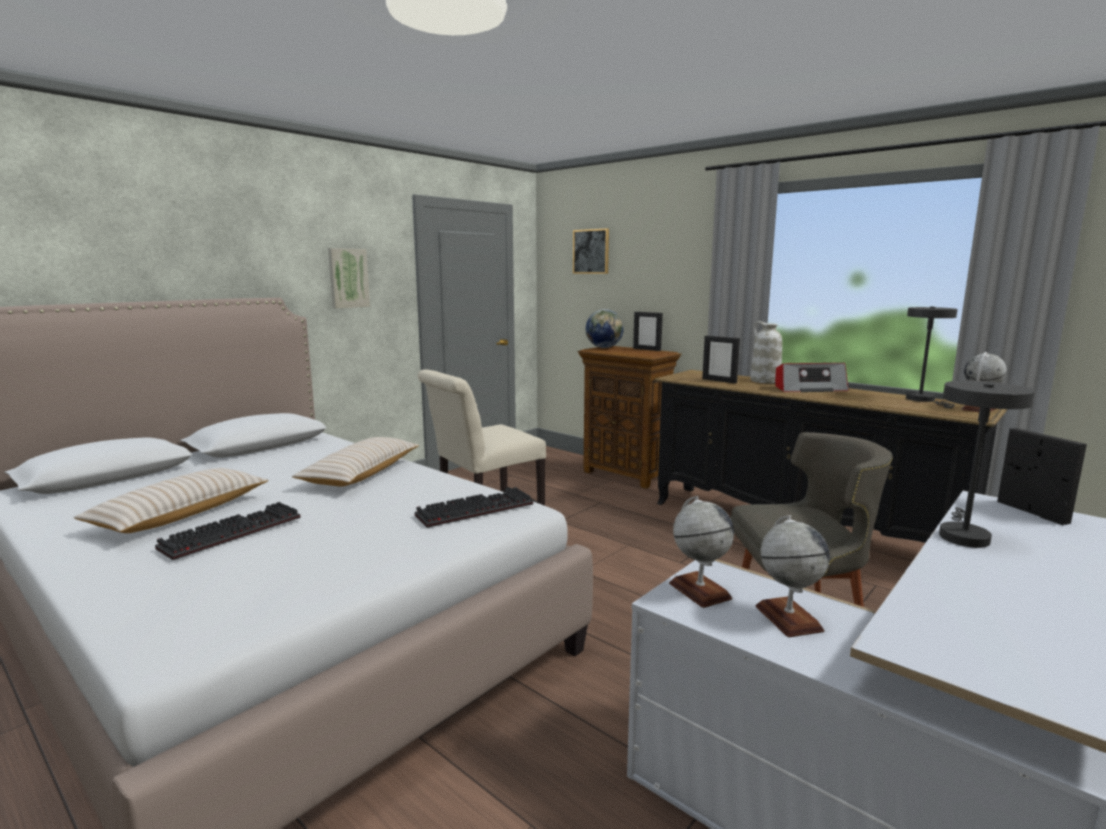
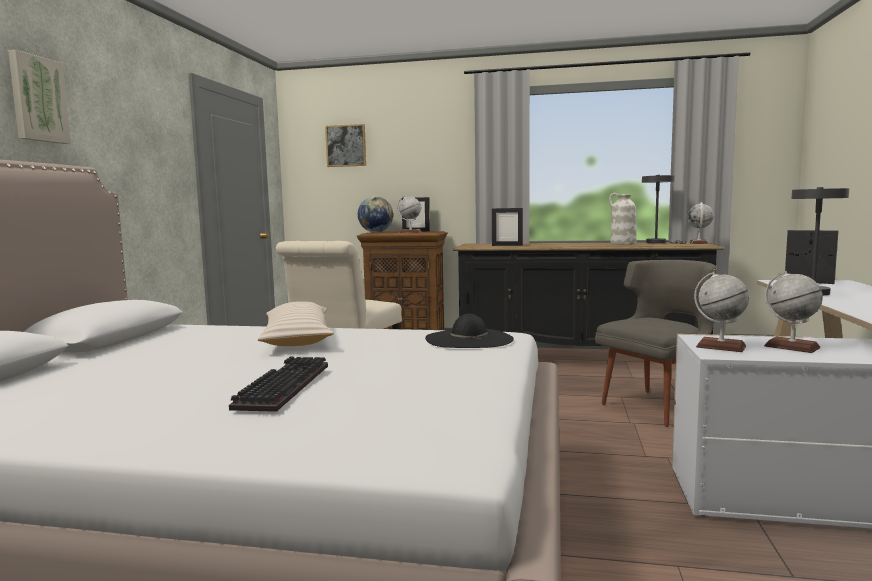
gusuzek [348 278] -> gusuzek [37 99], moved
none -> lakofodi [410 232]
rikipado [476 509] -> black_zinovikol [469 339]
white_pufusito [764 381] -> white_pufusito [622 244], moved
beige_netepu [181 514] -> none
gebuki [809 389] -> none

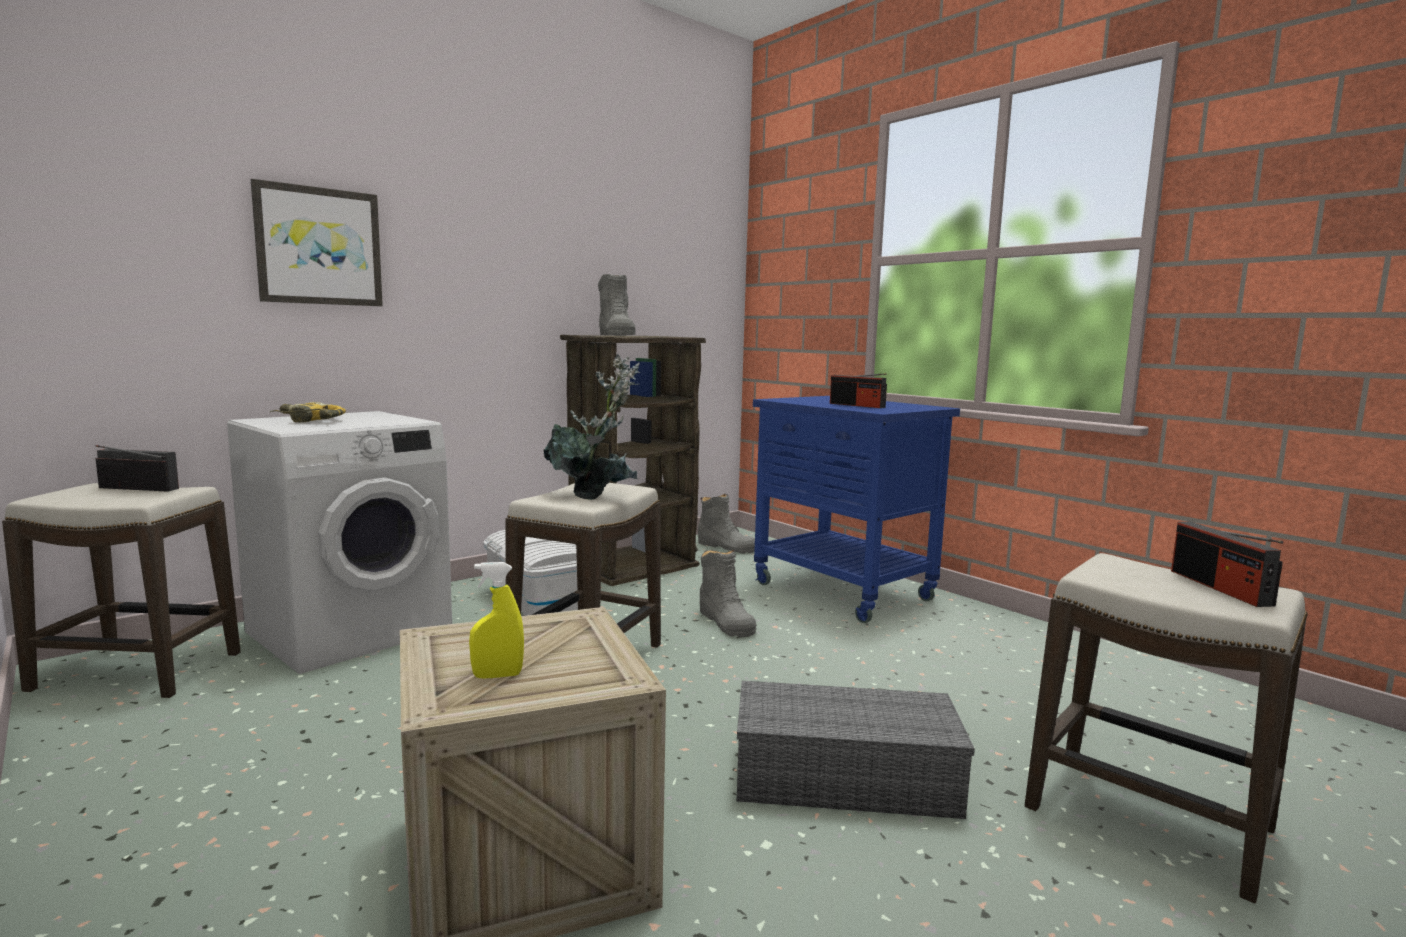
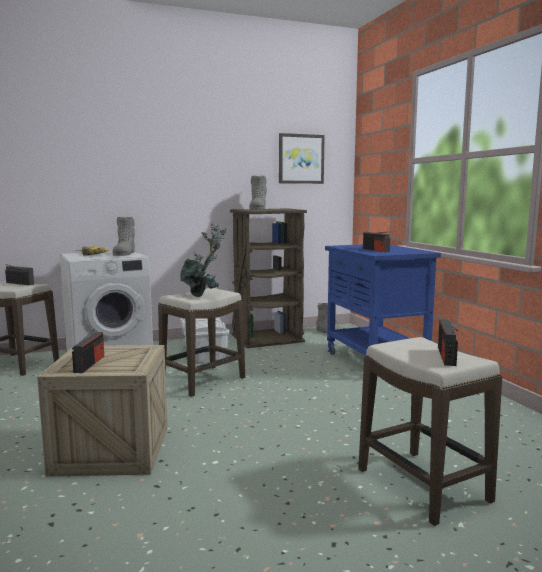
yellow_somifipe [497 675] -> gebuki [89 364]
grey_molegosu [726 622] -> grey_molegosu [124 253], moved
gusuzek [319 246] -> gusuzek [301 159], moved
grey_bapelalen [847 776] -> none

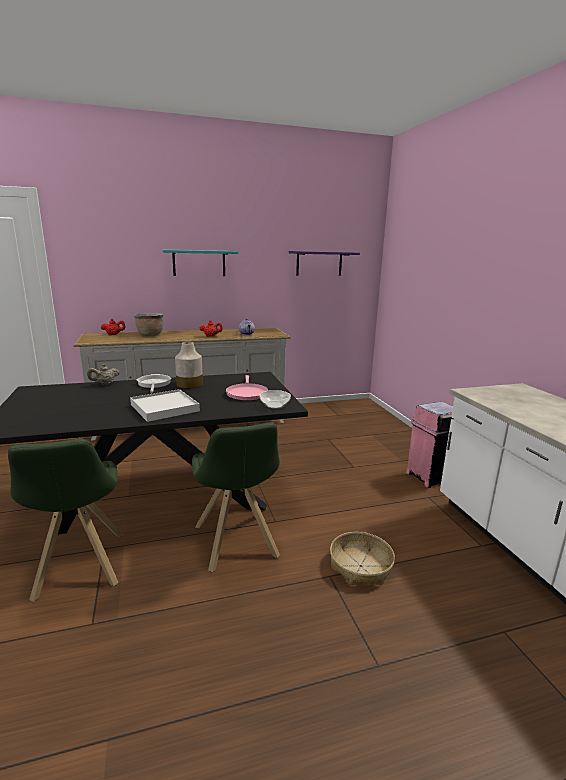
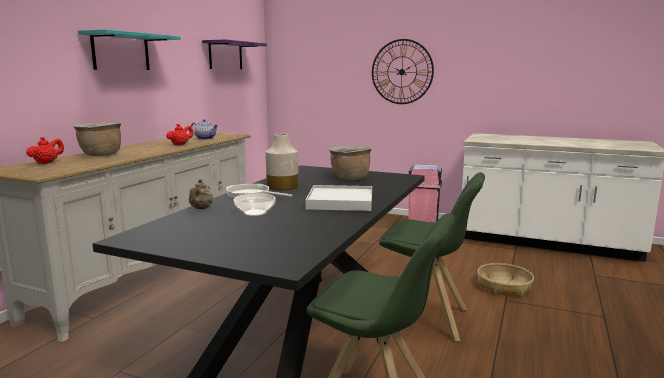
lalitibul [275 405] -> lalitibul [255 212], moved
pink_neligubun [247 393] -> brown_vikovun [350 178]
none -> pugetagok [402 72]

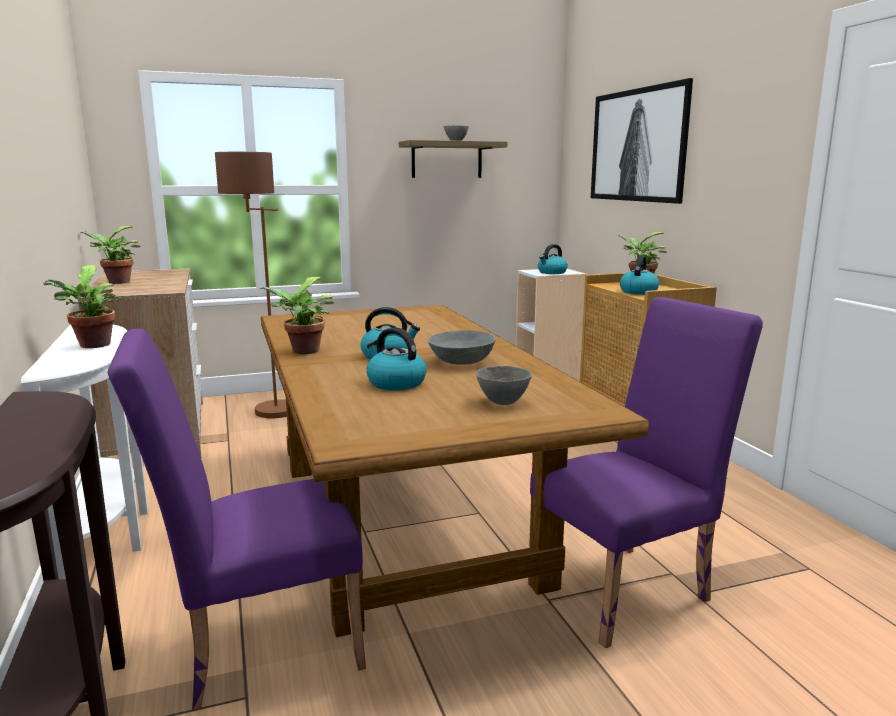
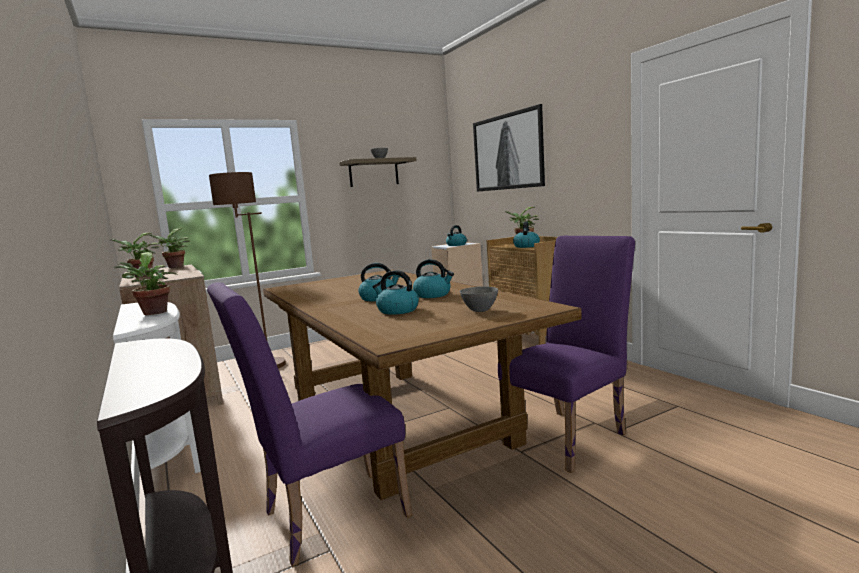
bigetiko [302 351] -> bigetiko [174 267], moved
grey_lalitibul [461 361] -> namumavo [433 295]

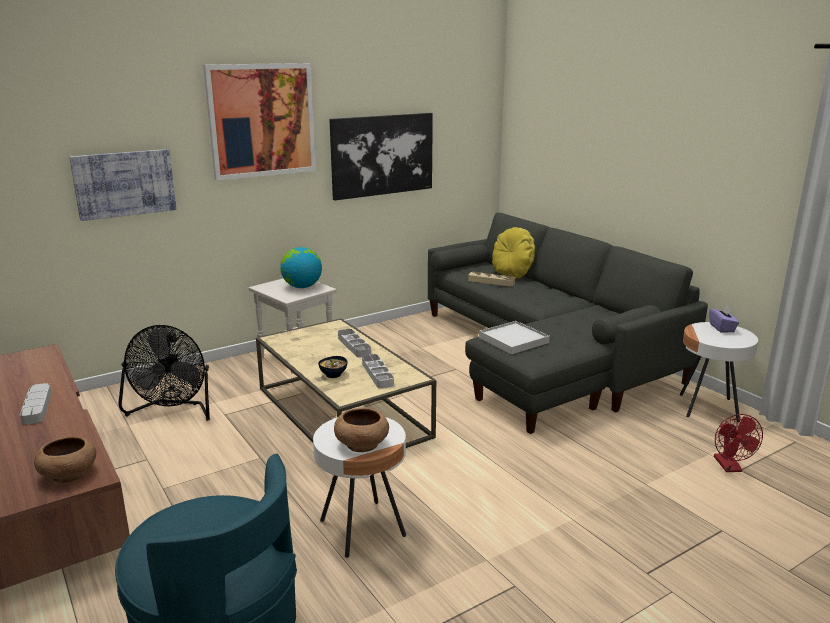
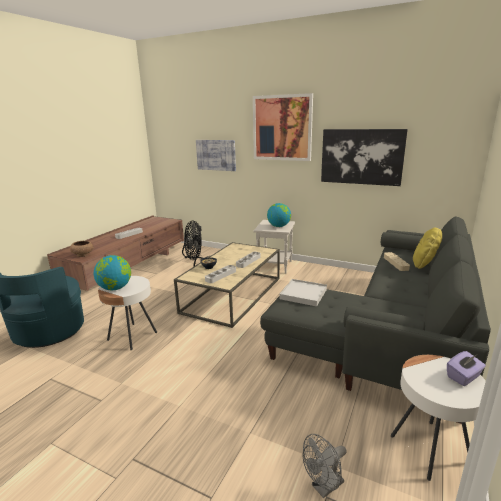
brown_lalitibul [361 444] -> lakofodi [115 288]
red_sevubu [730 467] -> grey_sevubu [324 487]

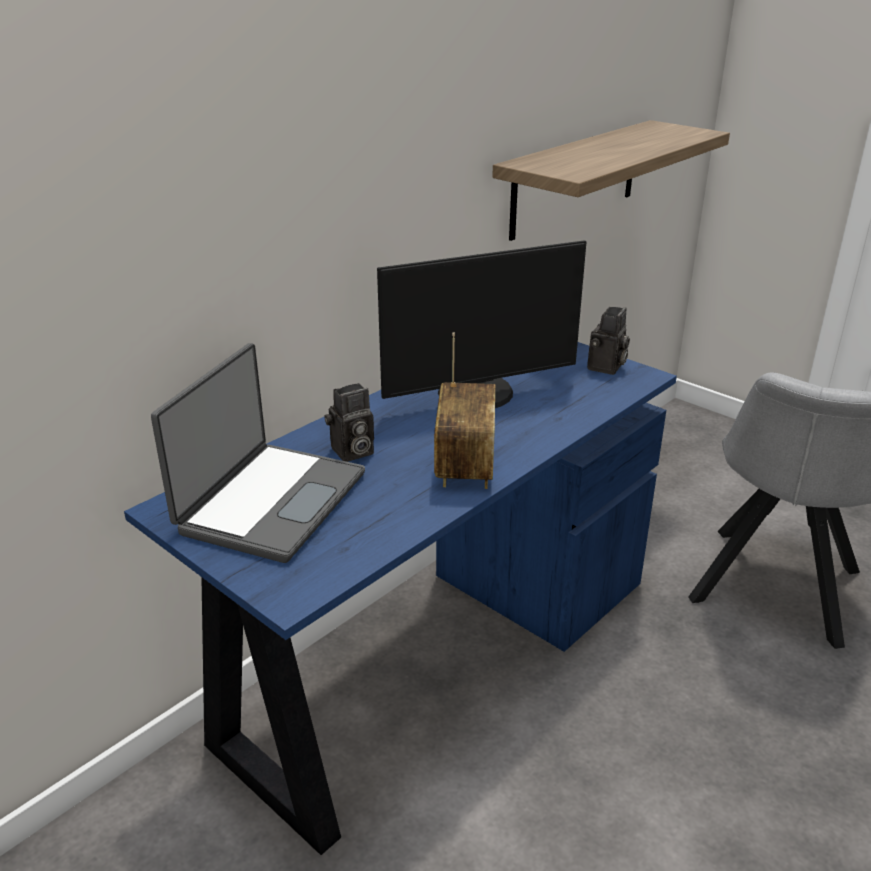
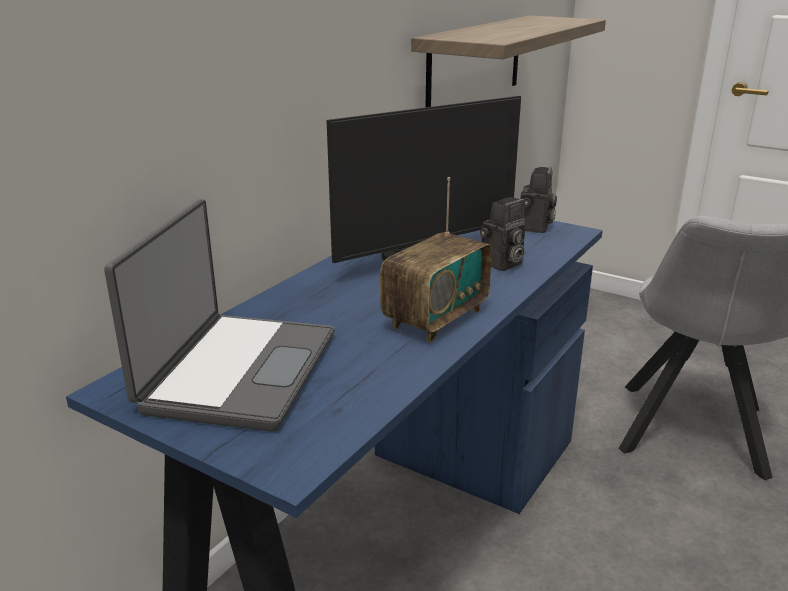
gebuki [465 465] -> gebuki [435 318], 45 degrees clockwise
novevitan [351 452] -> novevitan [501 264], moved

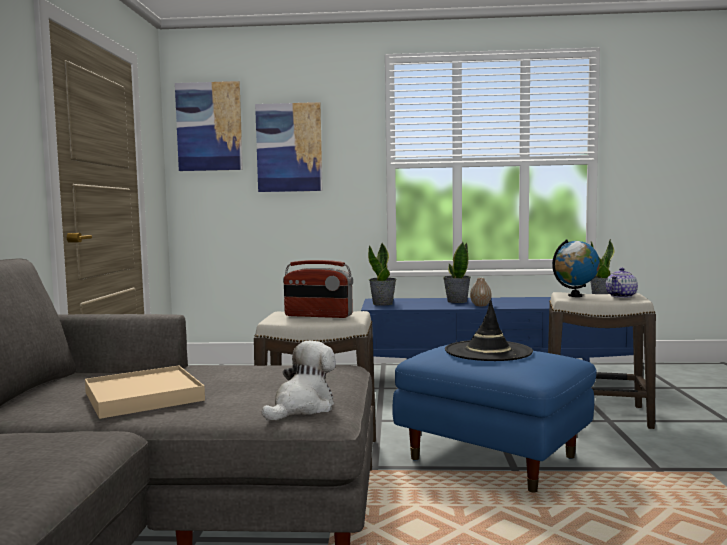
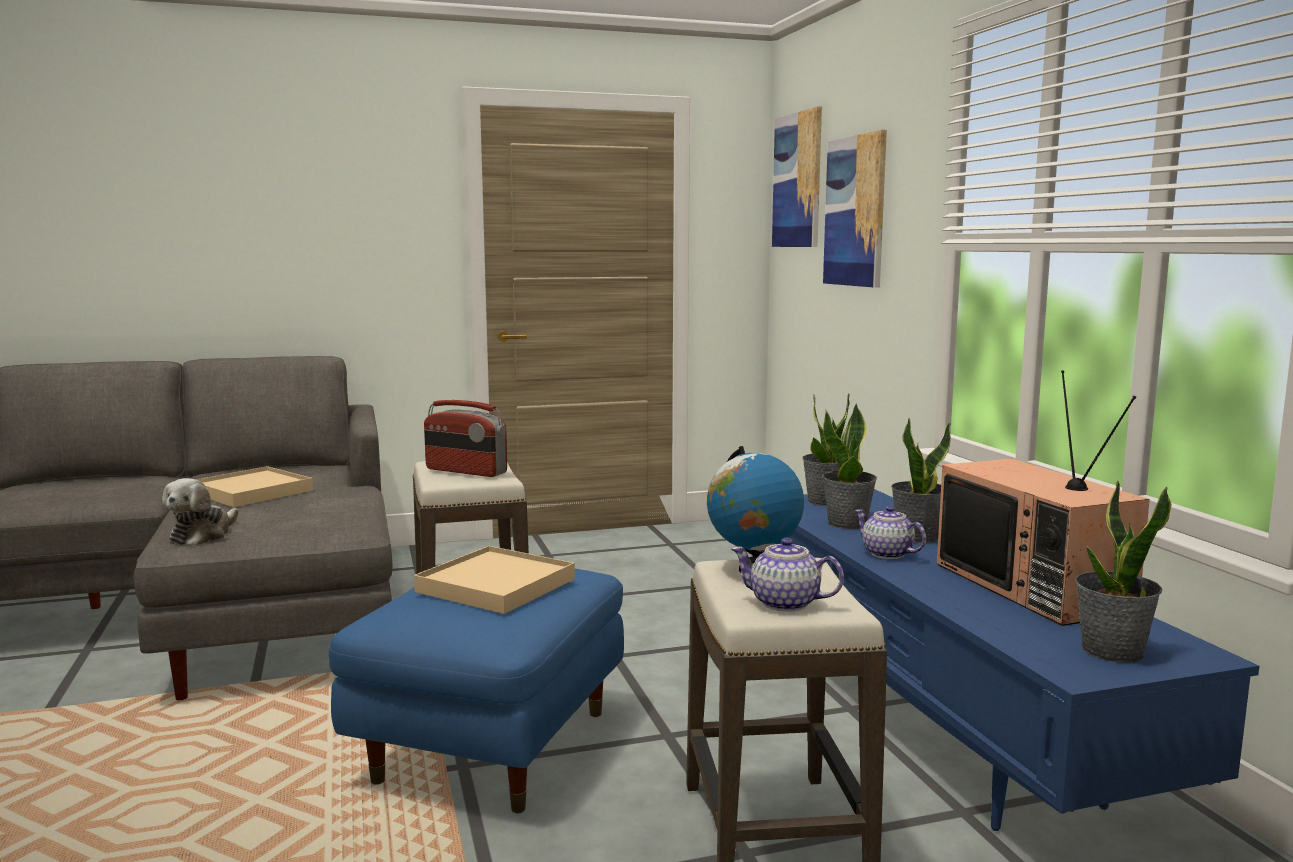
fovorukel [302 407] -> fovorukel [202 535], 90 degrees clockwise
black_zinovikol [488 351] -> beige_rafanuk [496 586]
gebuki [318 316] -> gebuki [465 471], 60 degrees counterclockwise
none -> bigetiko [848 523]
pufusito [480 305] -> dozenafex [887 554]
none -> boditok [1035 588]

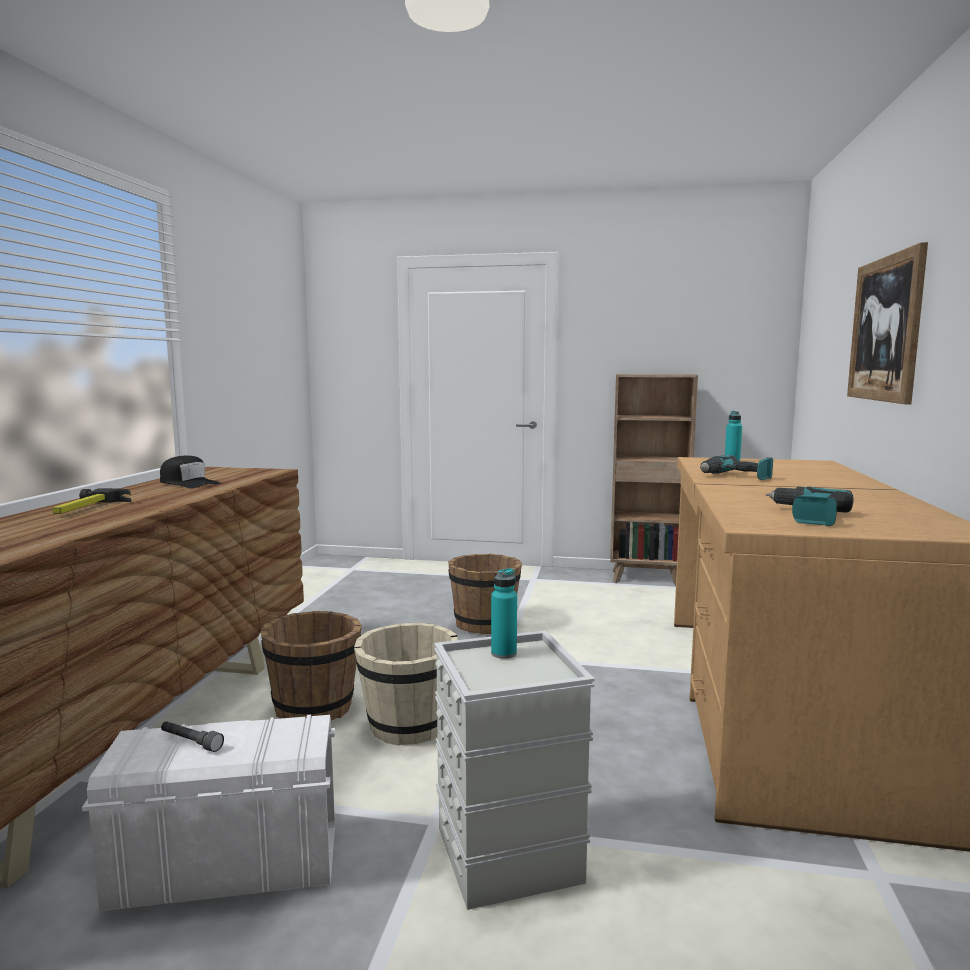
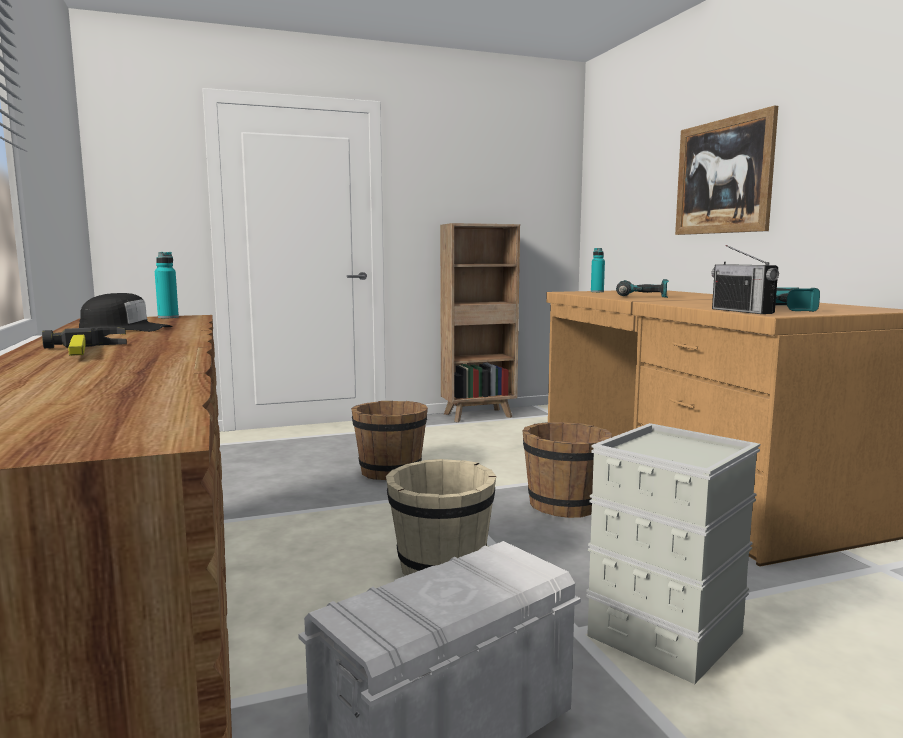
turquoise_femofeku [503 653] -> turquoise_femofeku [168 317], moved
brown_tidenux [315 707] -> brown_tidenux [564 505], moved
none -> gebuki [742 311]
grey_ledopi [191 742] -> none

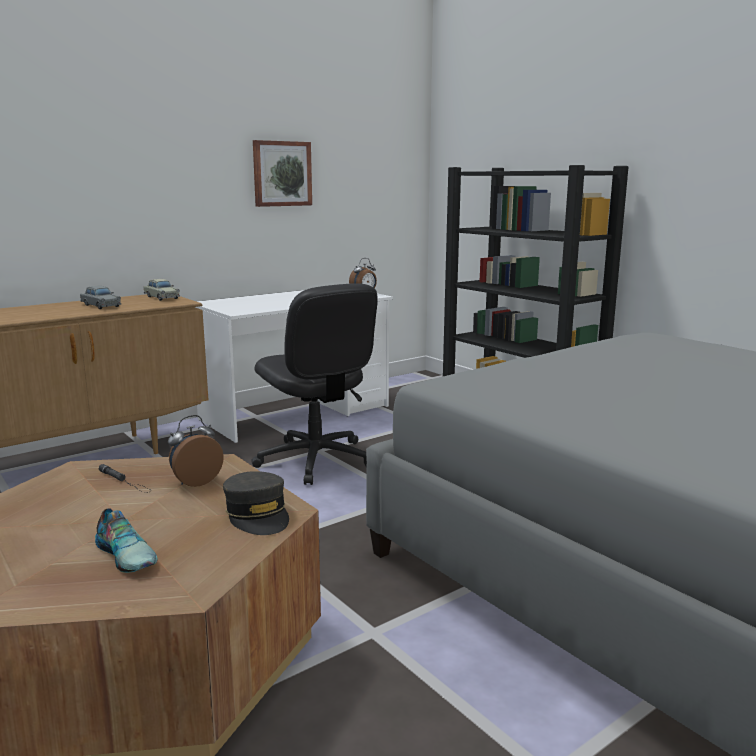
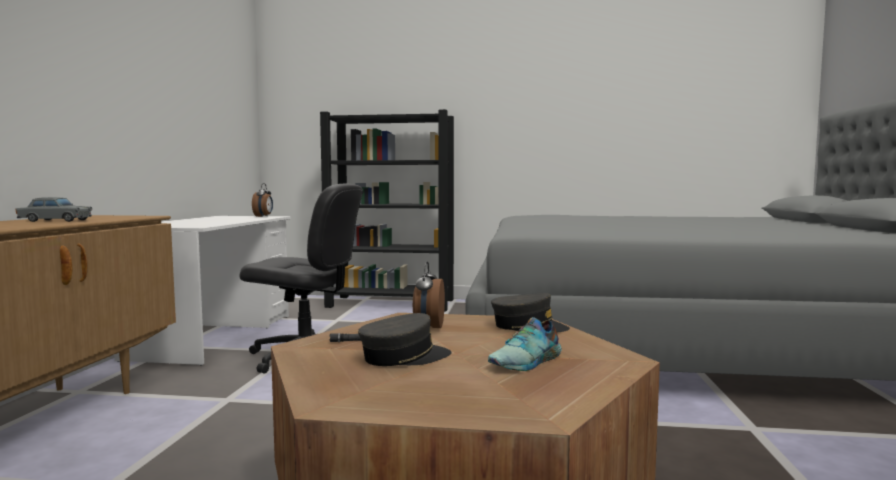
none -> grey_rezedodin [404 357]
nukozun [127 554] -> nukozun [528 362], 135 degrees clockwise
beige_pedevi [161 297] -> none
gusuzek [281 173] -> none

